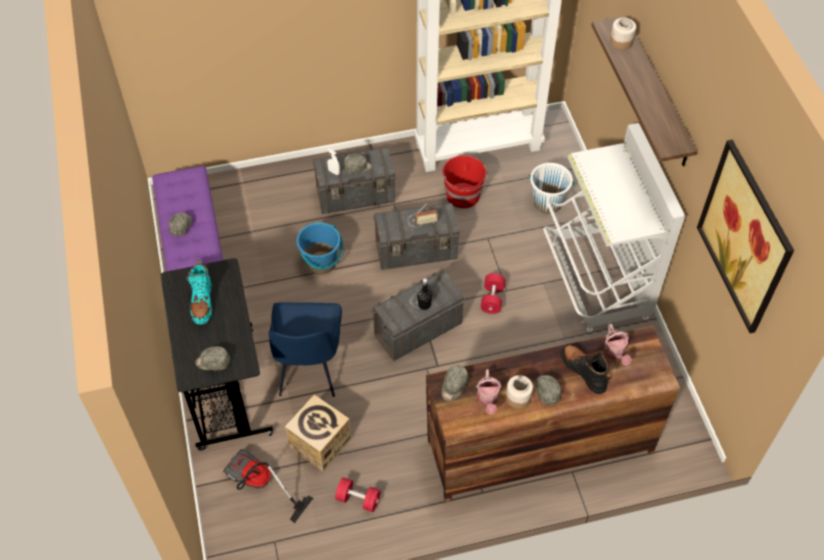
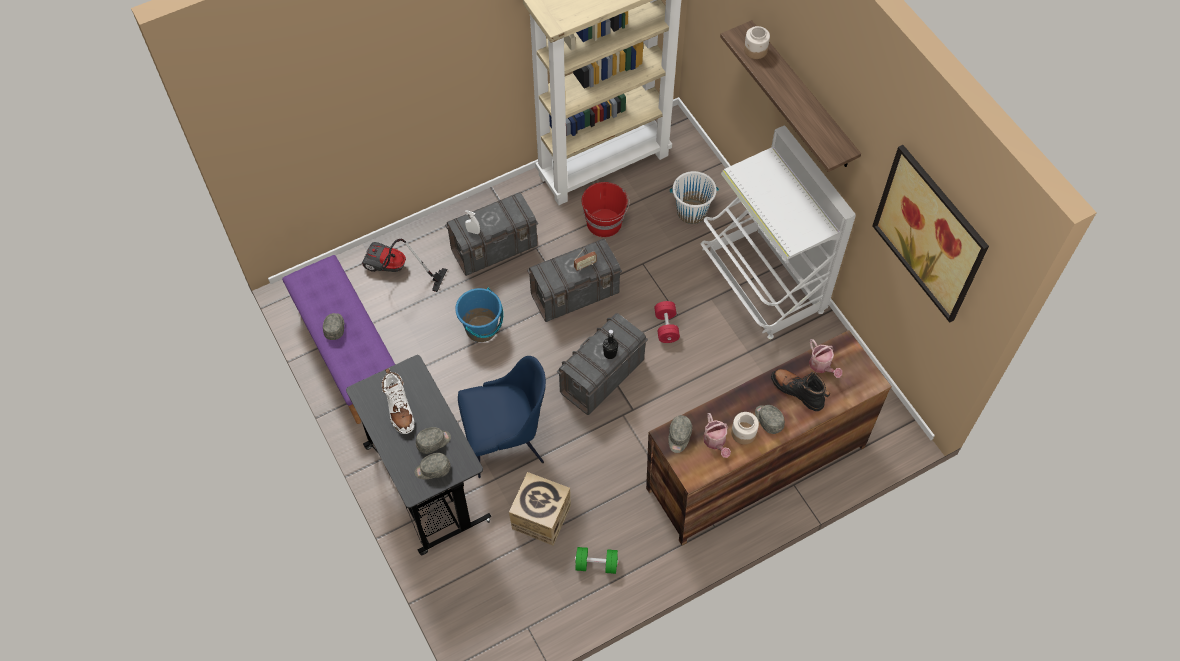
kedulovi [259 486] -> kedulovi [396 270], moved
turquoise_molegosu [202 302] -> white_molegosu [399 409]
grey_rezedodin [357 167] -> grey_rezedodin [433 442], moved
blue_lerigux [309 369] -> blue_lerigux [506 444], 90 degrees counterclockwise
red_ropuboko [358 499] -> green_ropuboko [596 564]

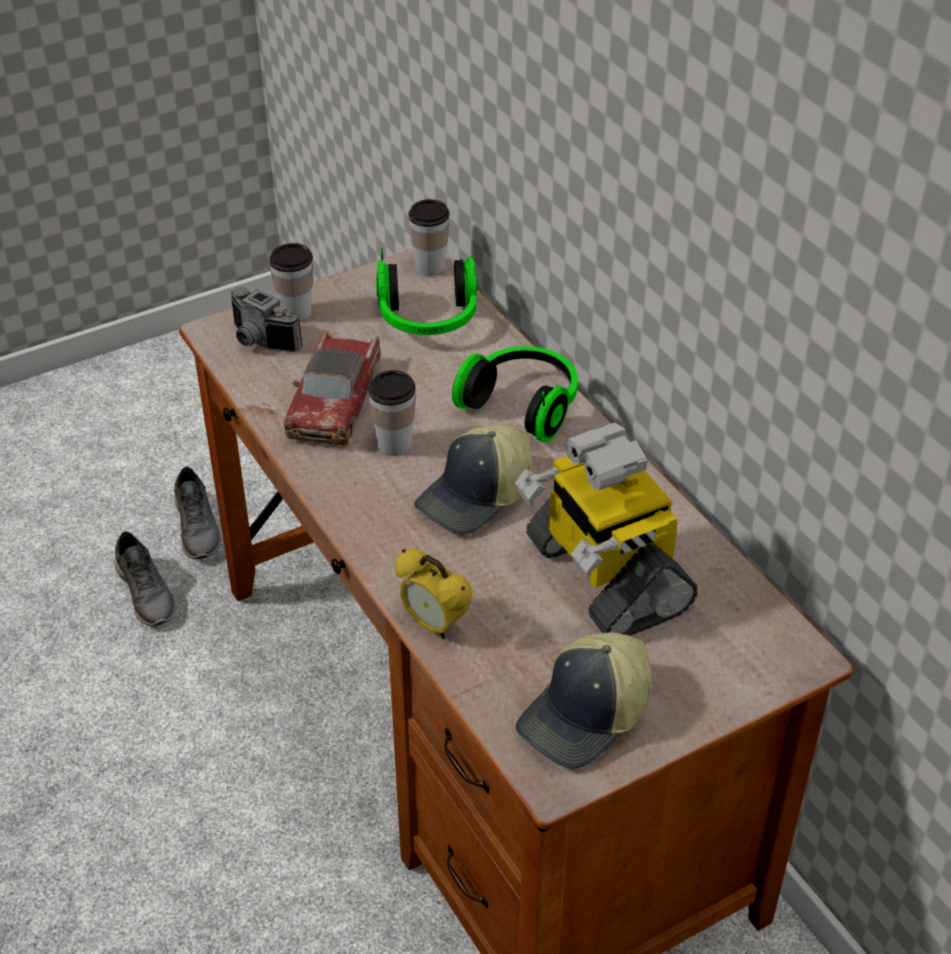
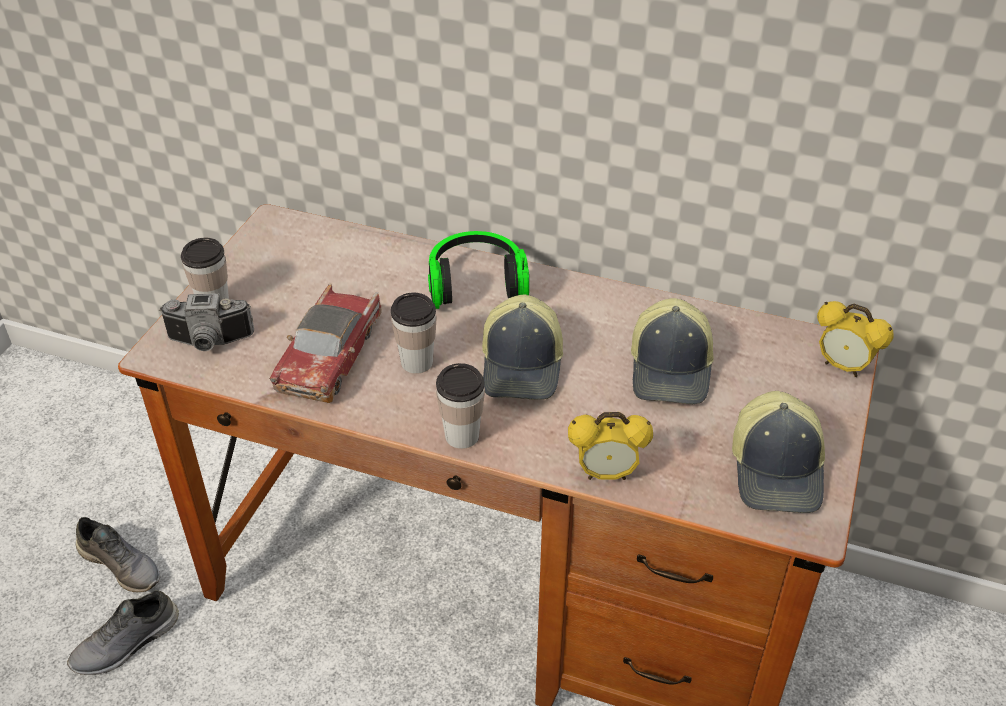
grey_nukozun [147 593] -> grey_nukozun [127 644], 120 degrees clockwise
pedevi [334 401] -> pedevi [330 355], 45 degrees clockwise
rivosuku [430 267] -> rivosuku [462 436], moved
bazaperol [604 576] -> rezedodin [672 370]
none -> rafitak [843 367]
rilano [428 321] -> none

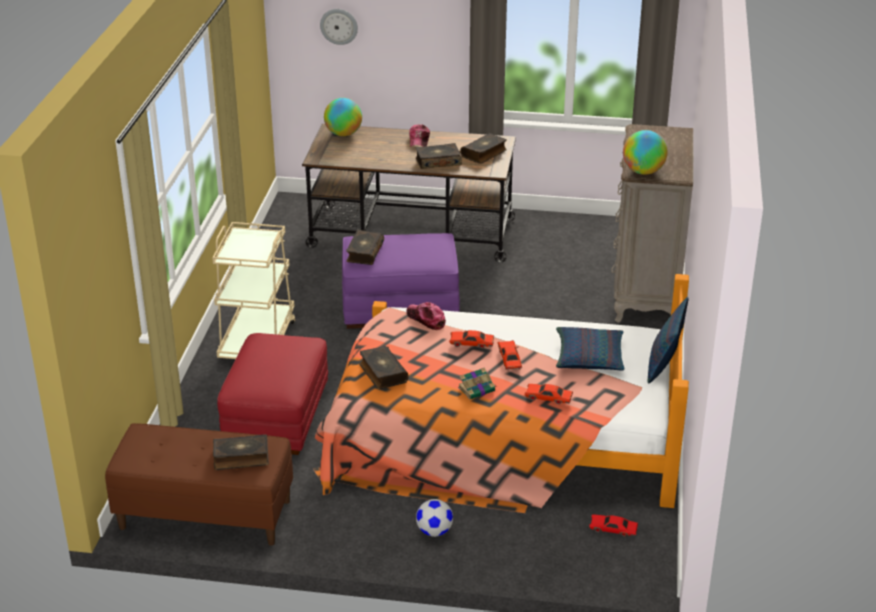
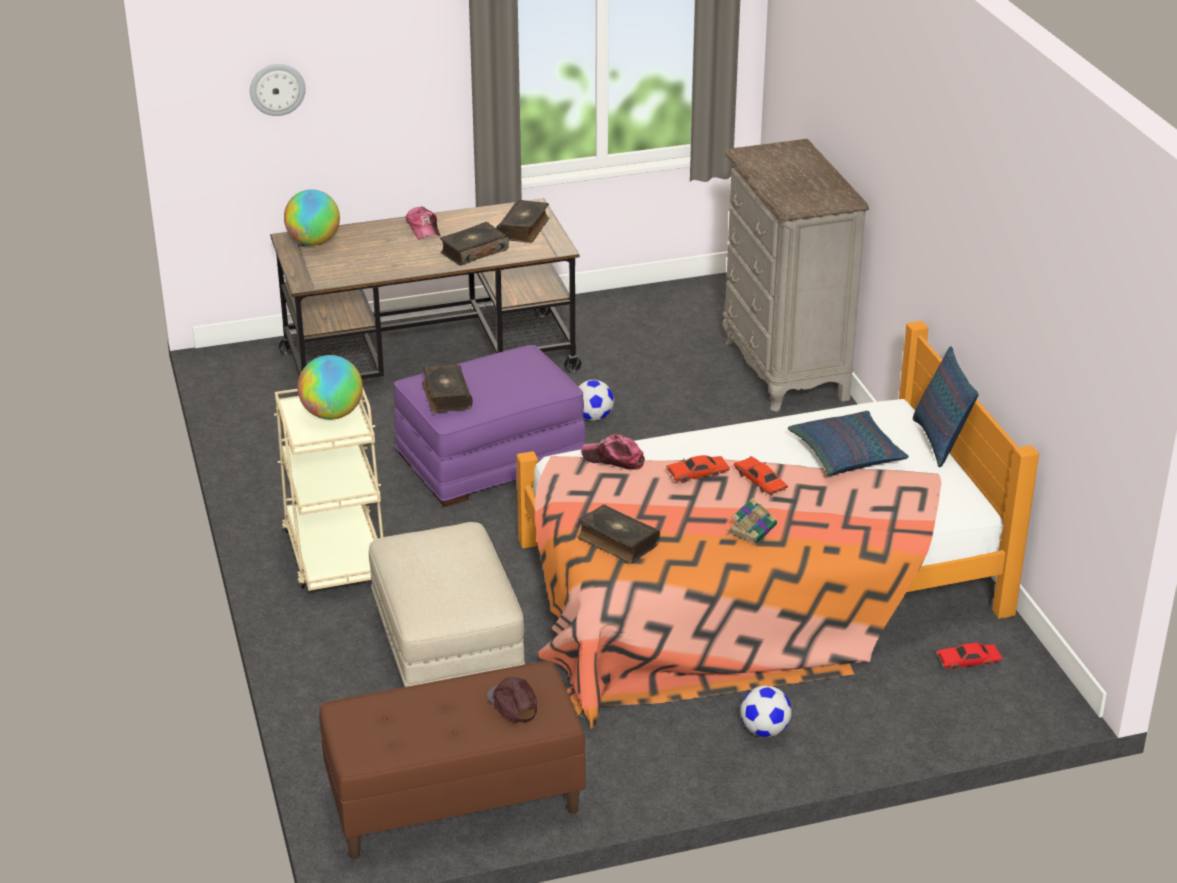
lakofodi [643 171] -> lakofodi [332 414], moved
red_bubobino [277 418] -> beige_bubobino [447 649]
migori [241 458] -> brown_rezedodin [512 704]
none -> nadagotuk [593 417]
red_pedevi [548 398] -> none

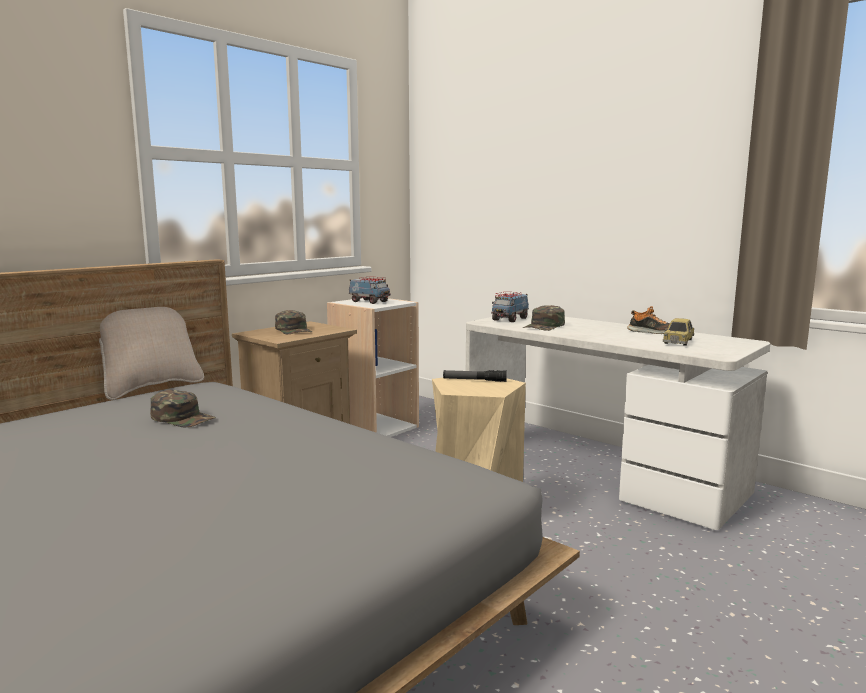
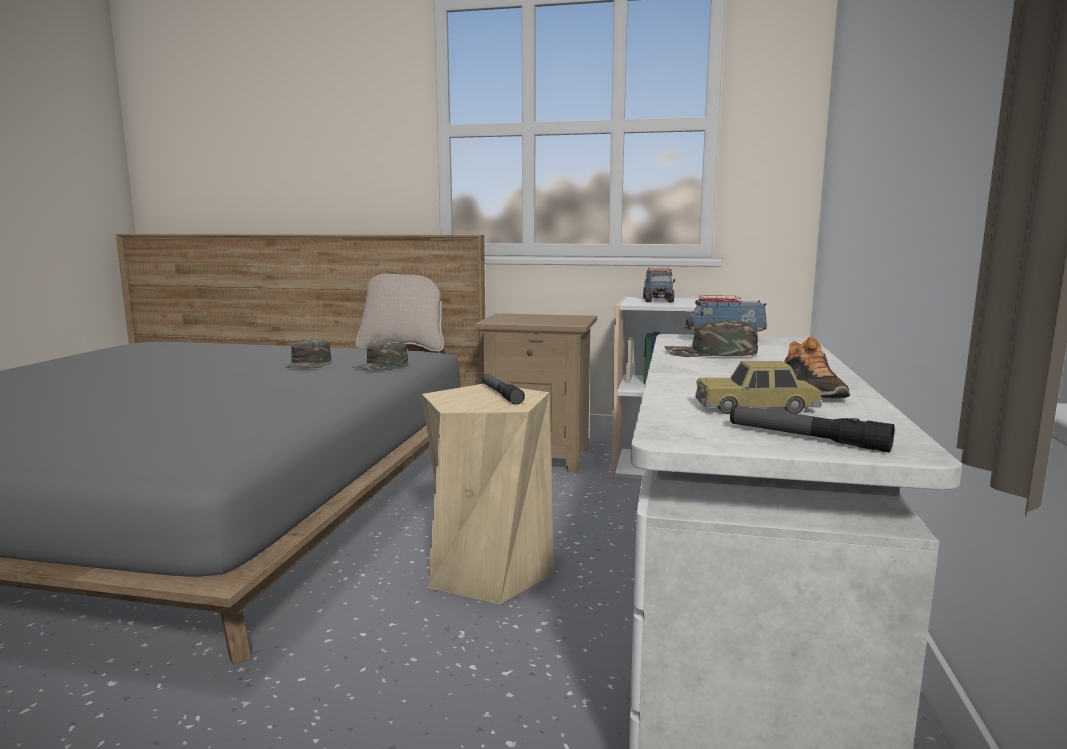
green_rezedodin [294 330] -> green_rezedodin [381 365], moved
none -> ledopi [806 438]

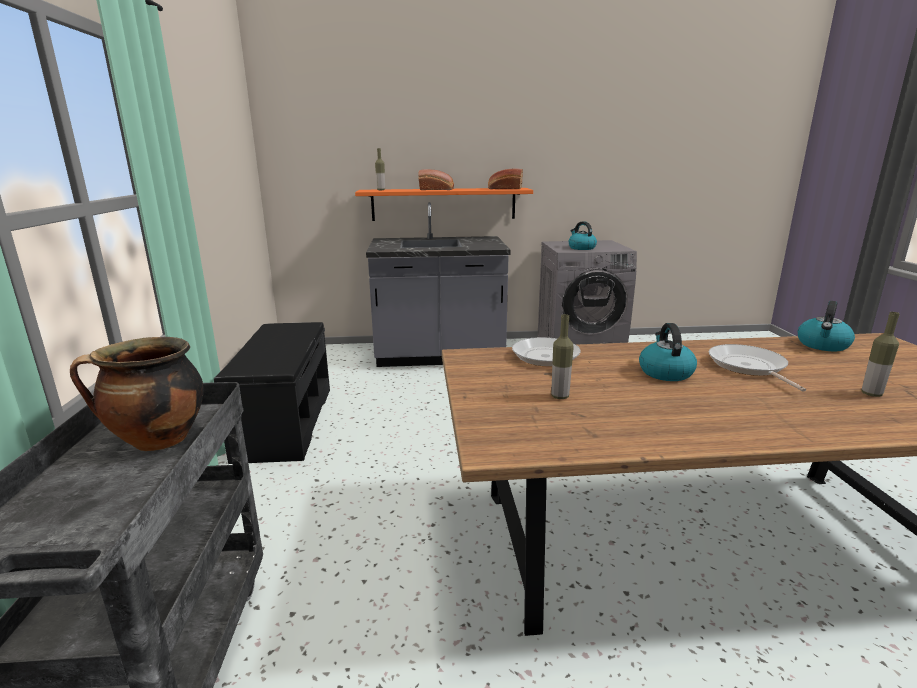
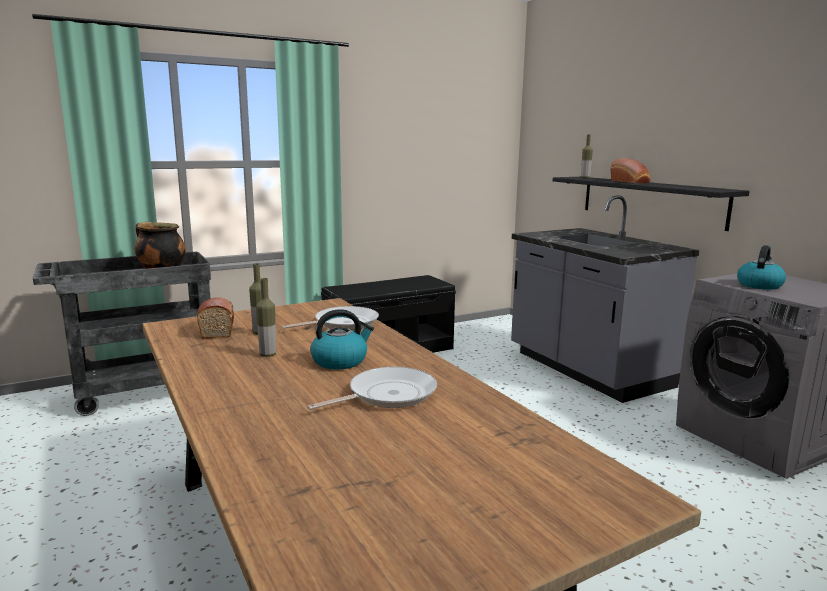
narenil [504 188] -> narenil [218 329], moved
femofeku [871 394] -> femofeku [268 355], moved
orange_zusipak [443 204] -> black_zusipak [650 201]
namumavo [823 345] -> none

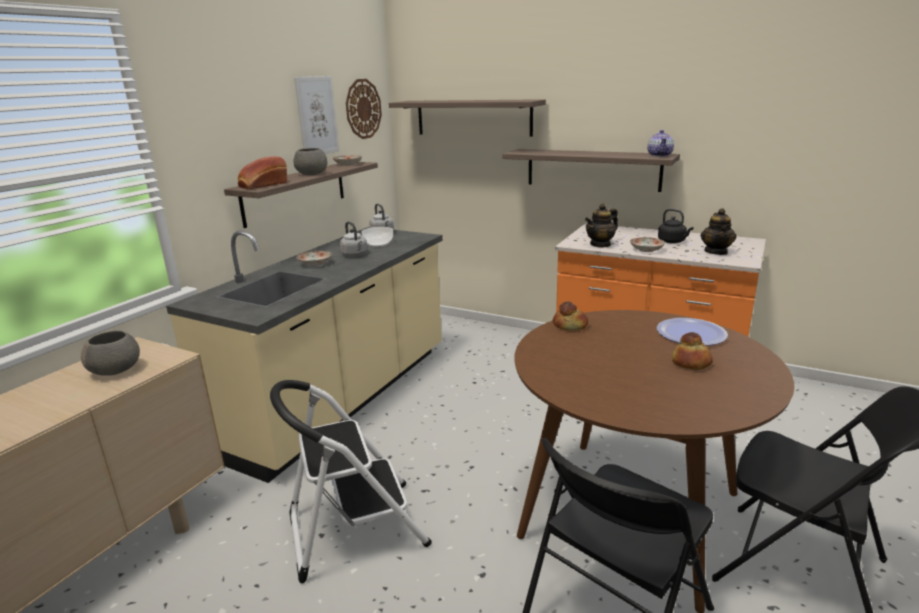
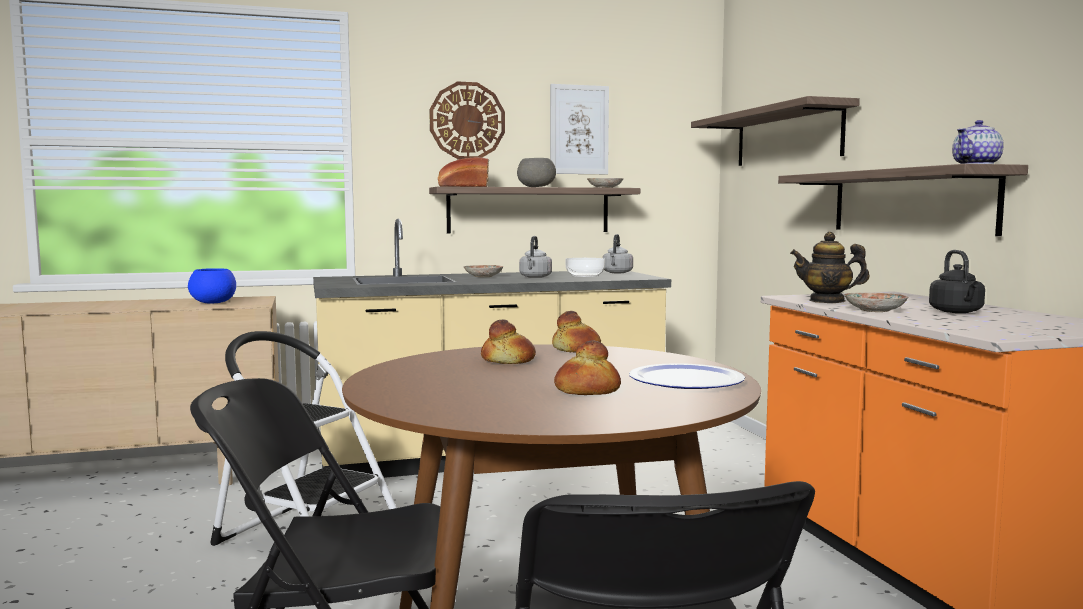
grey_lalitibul [116 370] -> blue_lalitibul [213 302]
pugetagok [363 109] -> pugetagok [467 121], moved
none -> narenil [508 360]
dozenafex [716 252] -> none

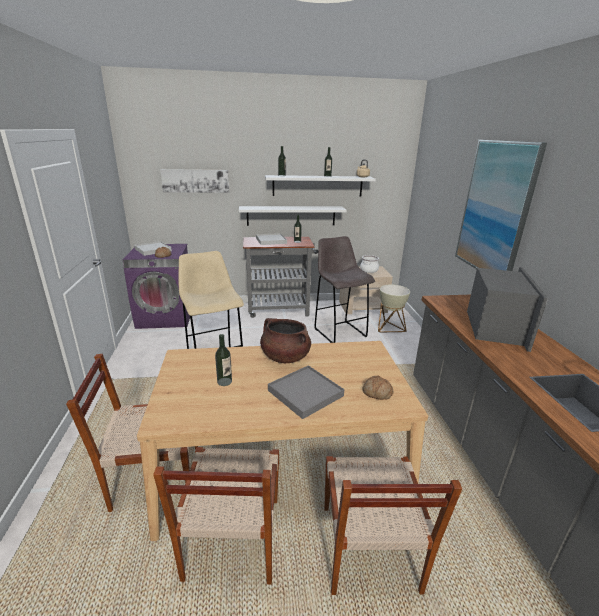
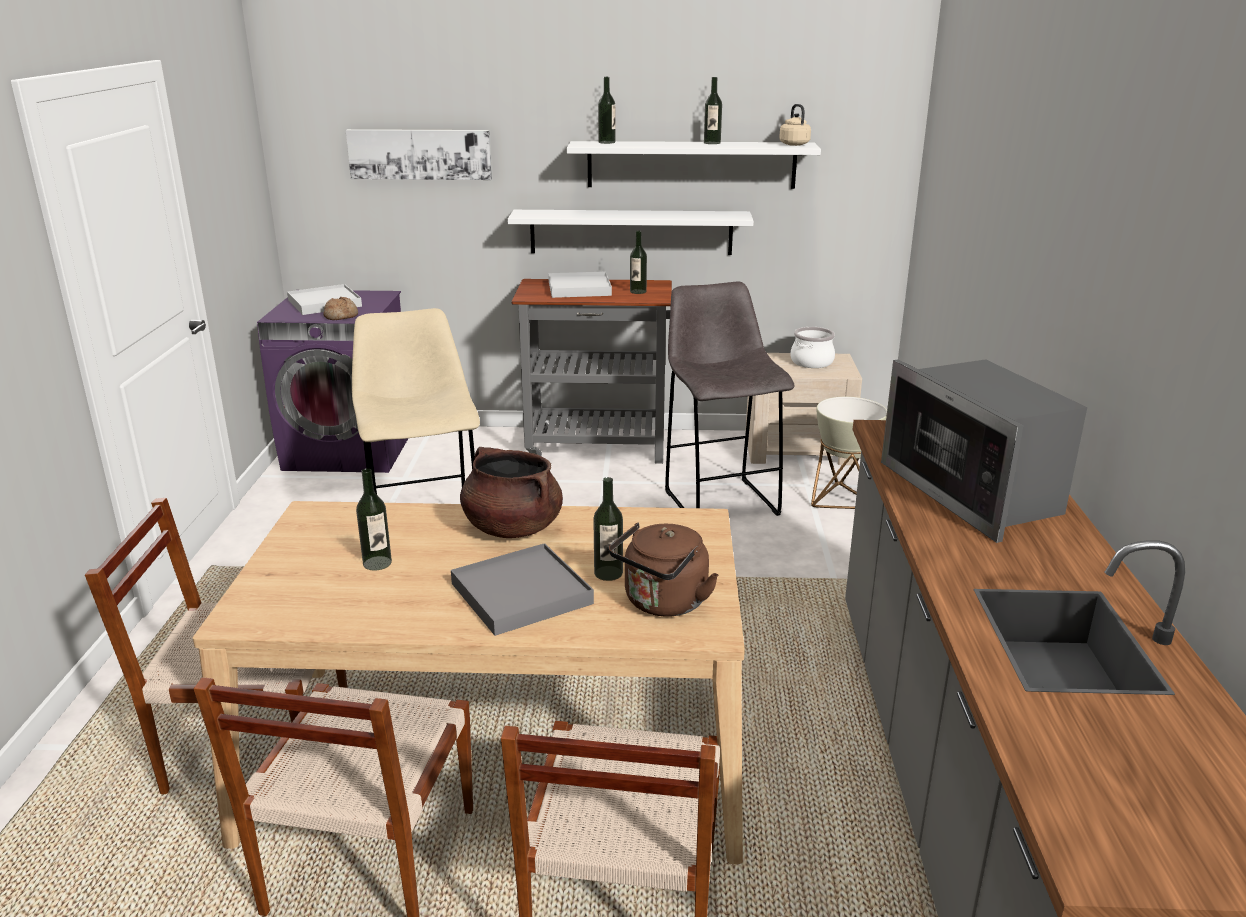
none -> femofeku [608 573]
narenil [377 393] -> brown_namumavo [663 603]
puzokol [495 327] -> puzokol [974 492], 135 degrees clockwise
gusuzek [495 209] -> none

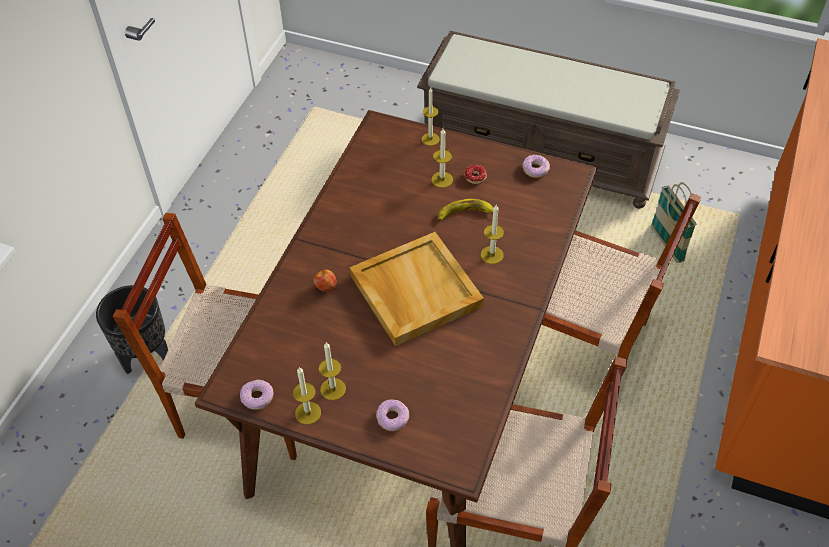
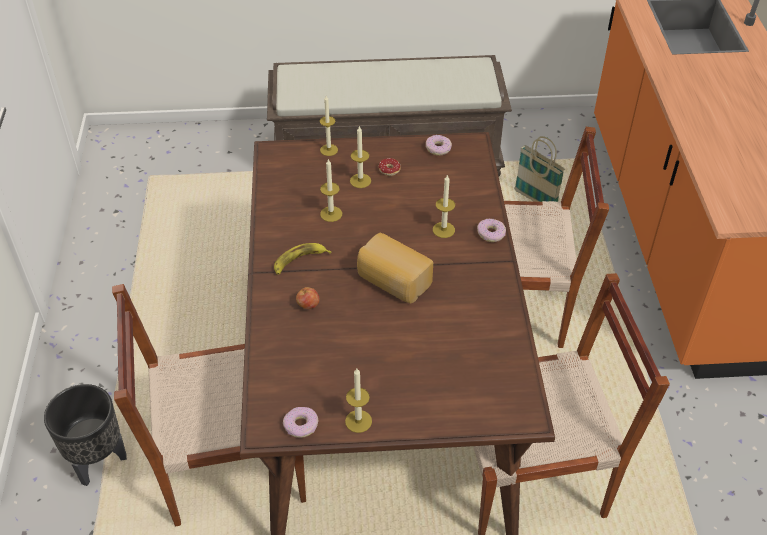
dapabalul [465 214] -> dapabalul [299 261], moved
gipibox [333 389] -> gipibox [331 214], moved
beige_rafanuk [414 290] -> narenil [393 281]
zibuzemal [393 418] -> zibuzemal [491 233], moved

